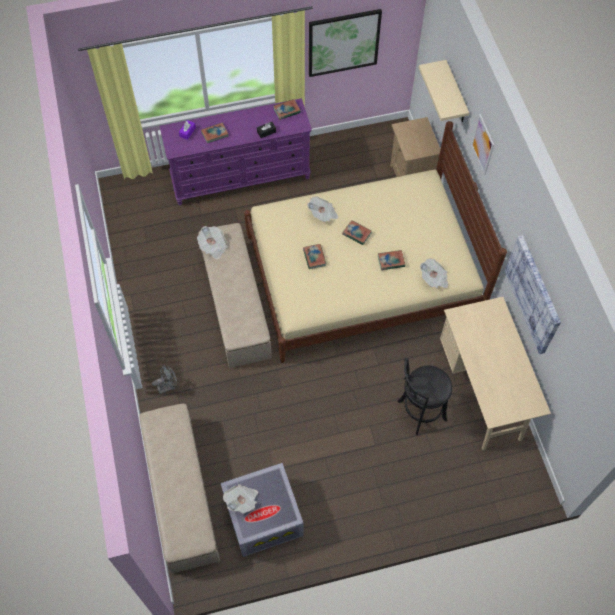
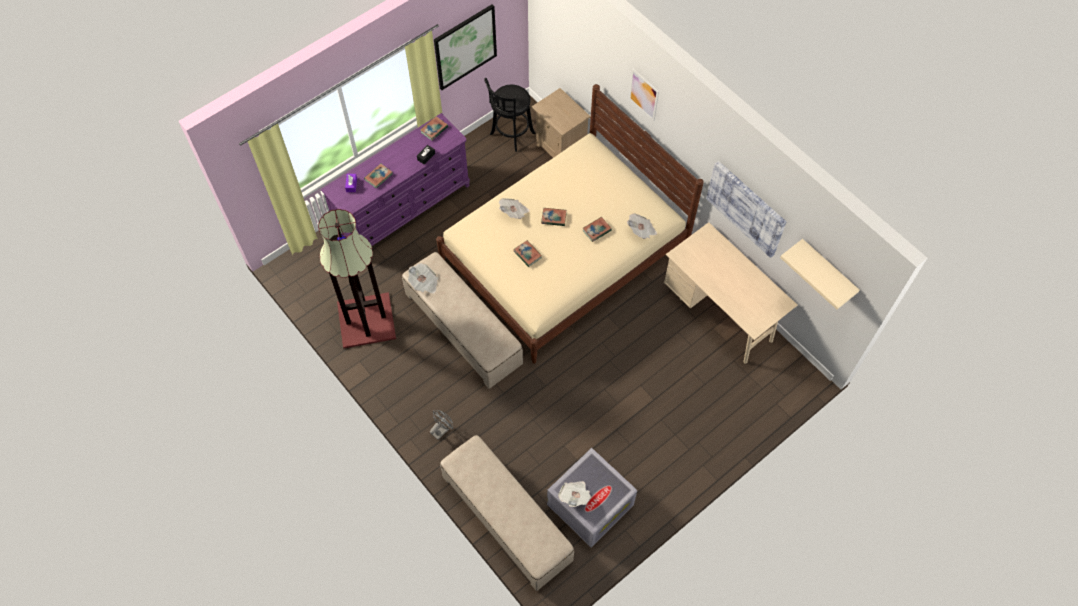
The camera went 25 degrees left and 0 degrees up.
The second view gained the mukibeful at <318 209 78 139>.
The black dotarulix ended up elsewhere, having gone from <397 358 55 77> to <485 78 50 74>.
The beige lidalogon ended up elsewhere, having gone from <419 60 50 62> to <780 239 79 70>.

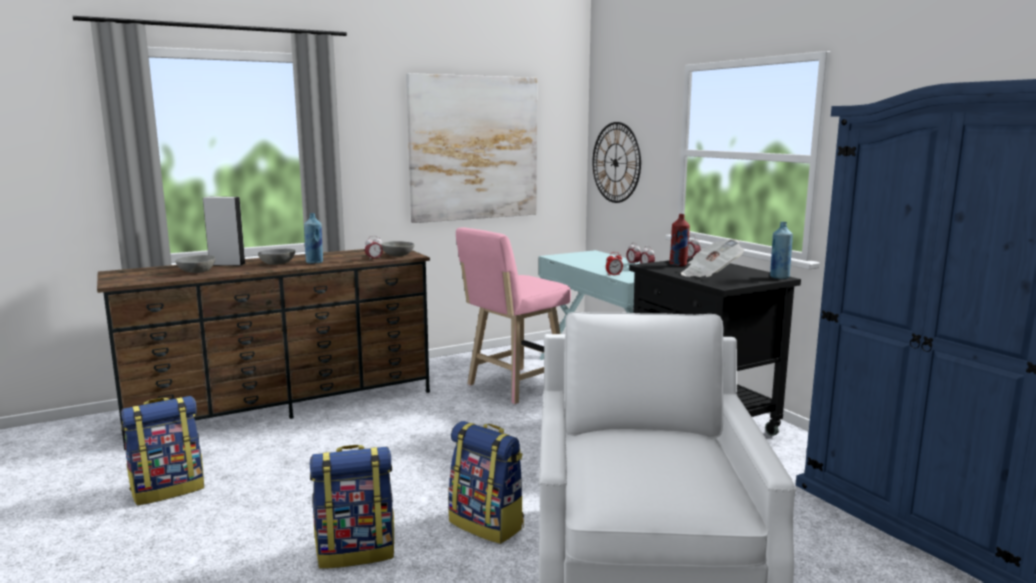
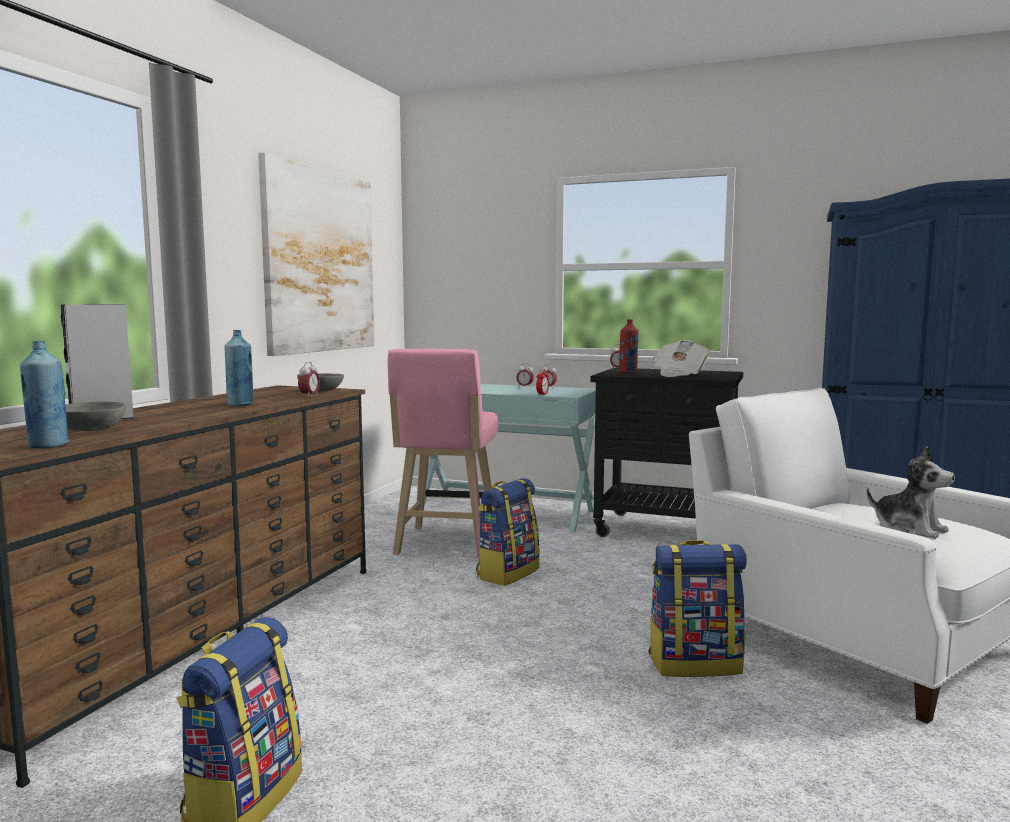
The camera went 40 degrees left and 5 degrees down.
The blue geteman ended up elsewhere, having gone from <770 222 23 57> to <20 341 50 108>.
The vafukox ended up elsewhere, having gone from <310 445 84 124> to <476 478 64 108>.
The second view gained the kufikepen at <867 447 88 92>.
The second view lost the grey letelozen at <258 249 37 16>.
The second view lost the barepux at <593 122 48 81>.

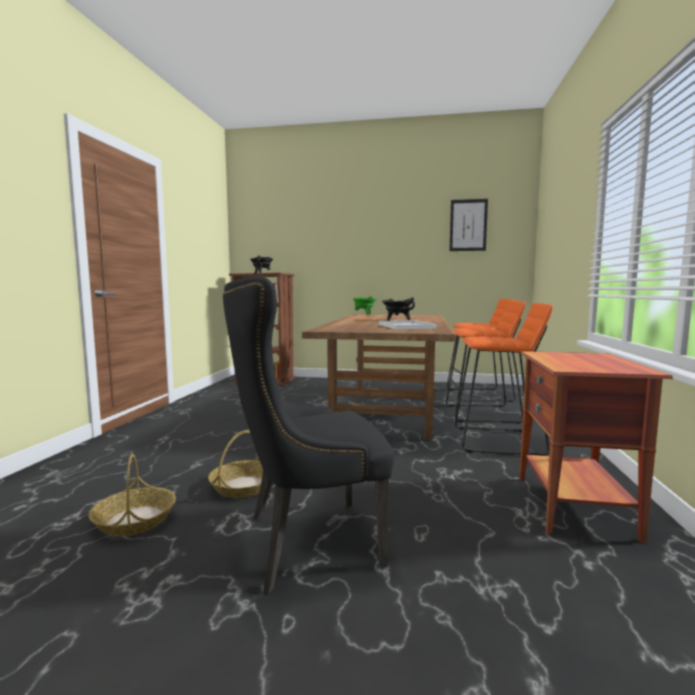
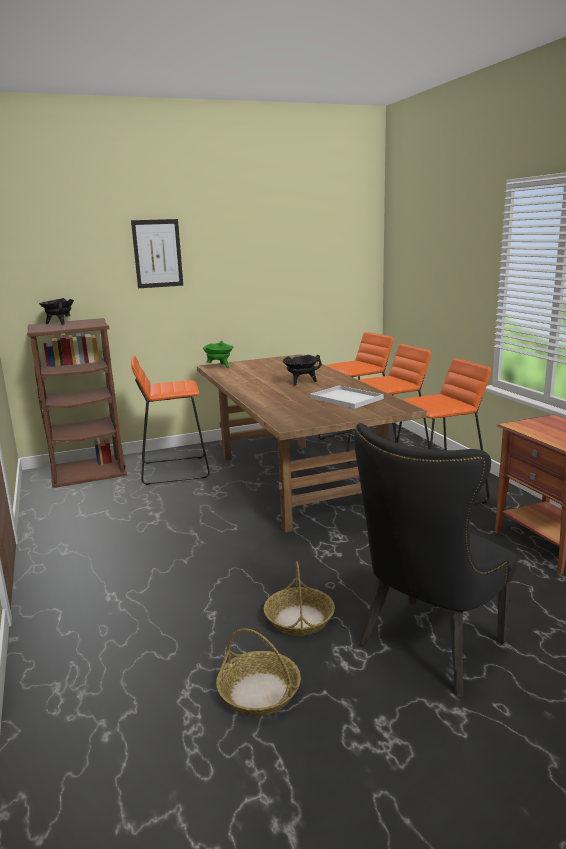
The camera went 30 degrees left and 10 degrees up.
The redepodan ended up elsewhere, having gone from <449 199 39 52> to <131 219 52 69>.
The second view gained the orange dotarulix at <131 355 79 130>.

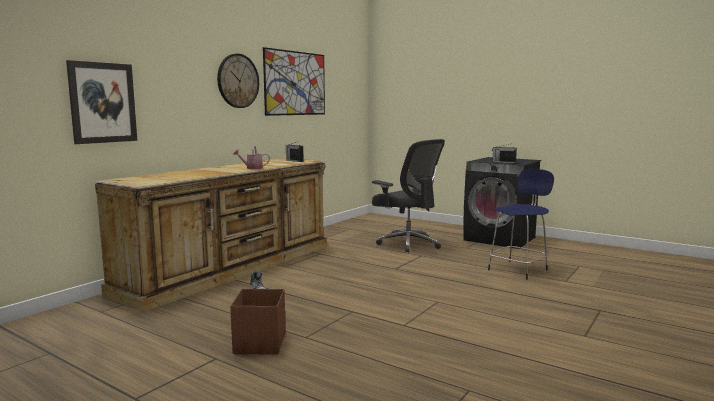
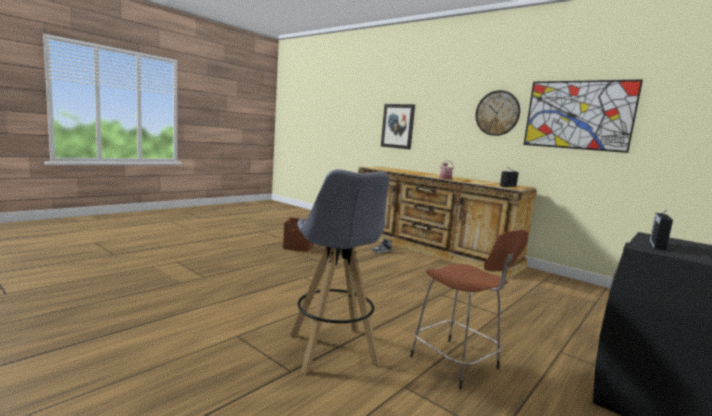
The camera went 95 degrees right and 0 degrees up.
The second view gained the grey dotarulix at <290 169 99 205>.
What was the blue dotarulix at <488 169 66 111> turned into the brown dotarulix at <410 229 118 160>.
The second view lost the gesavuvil at <372 139 73 114>.

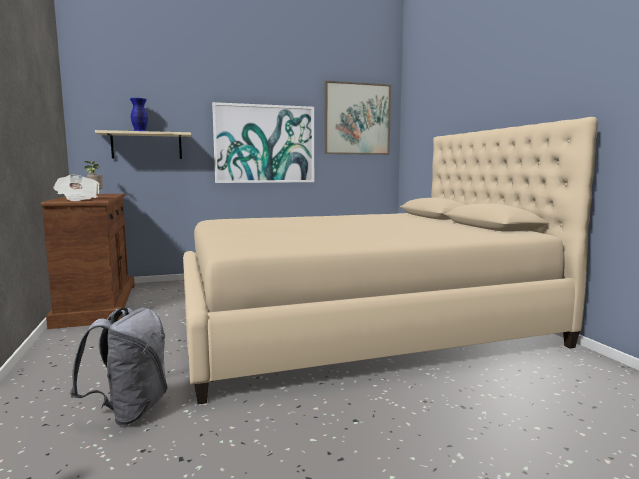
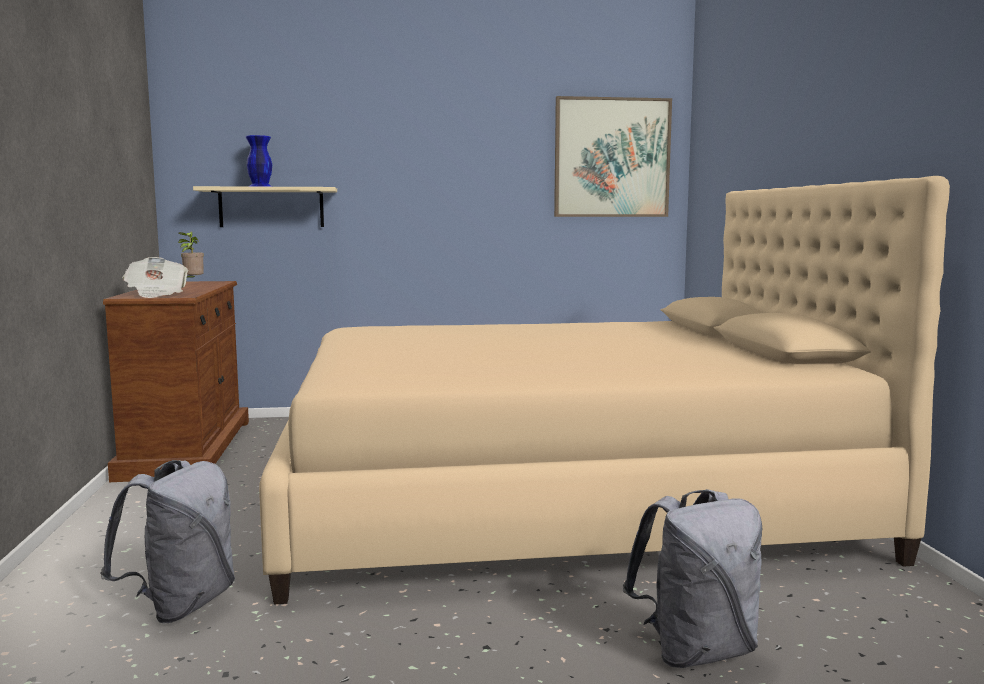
The camera went 10 degrees right and 0 degrees up.
The second view gained the grey vafukox at <623 489 139 179>.
The second view lost the redepodan at <212 102 102 81>.

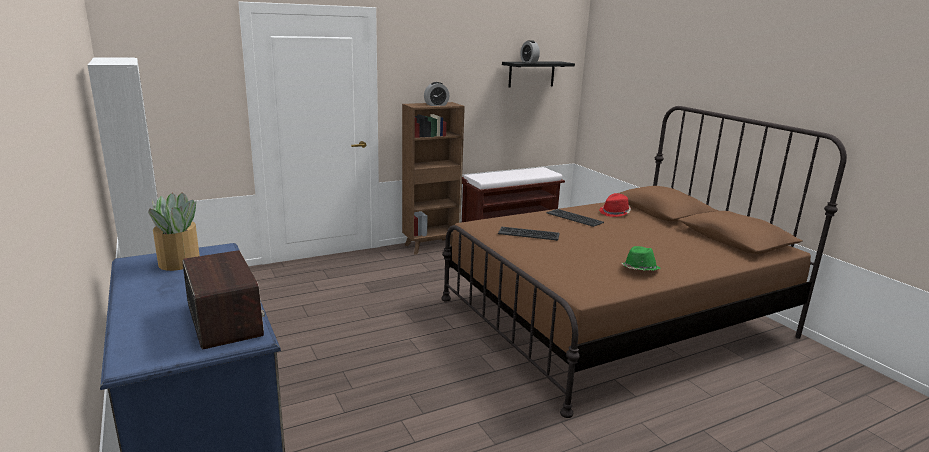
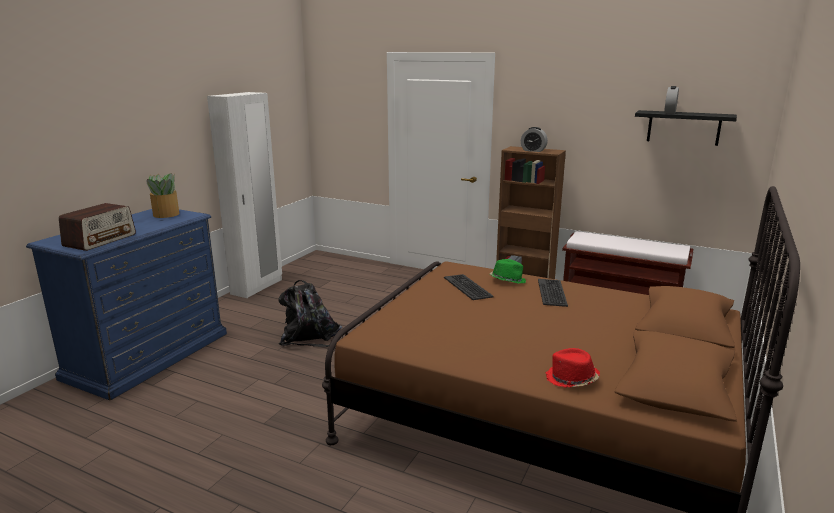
The camera went 55 degrees right and 0 degrees up.
The second view gained the black vafukox at <278 280 65 69>.
The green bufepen ended up elsewhere, having gone from <621 246 40 25> to <489 259 37 25>.
The red bufepen ended up elsewhere, having gone from <599 193 32 24> to <546 348 54 40>.

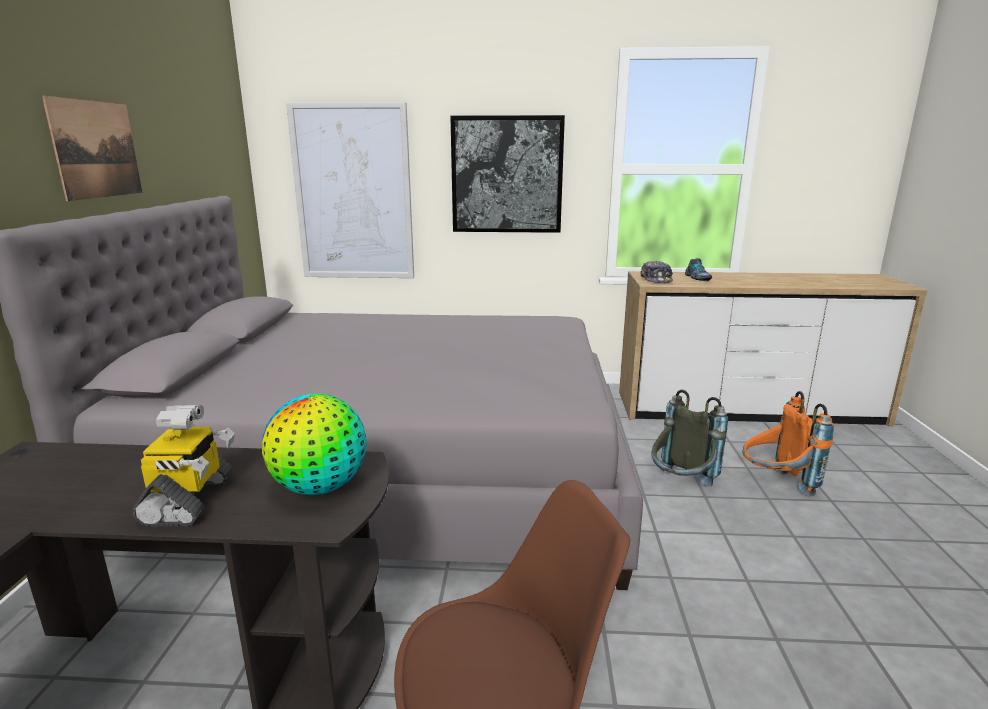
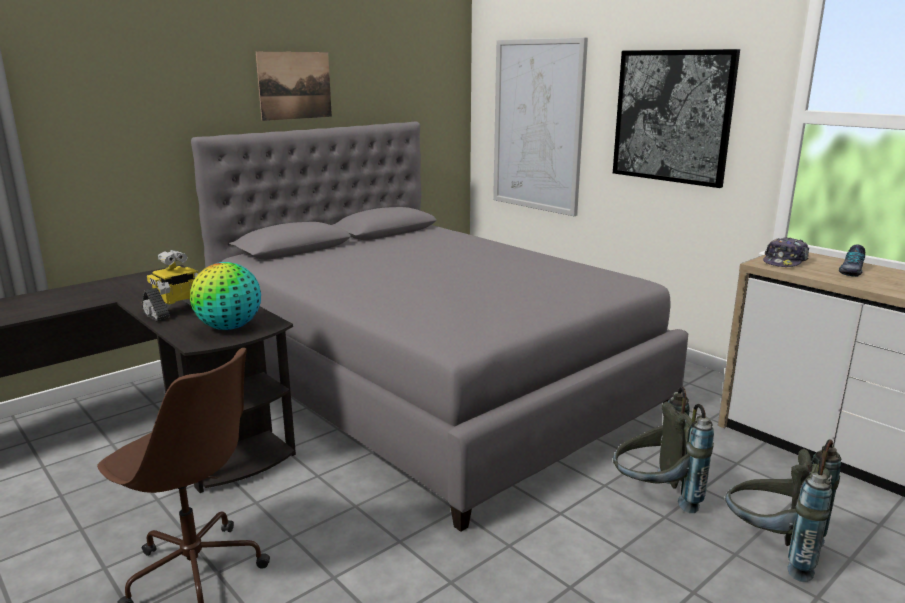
The camera went 45 degrees right and 0 degrees up.
What was the orange vafukox at <743 391 91 105> turned into the grey vafukox at <725 440 116 142>.

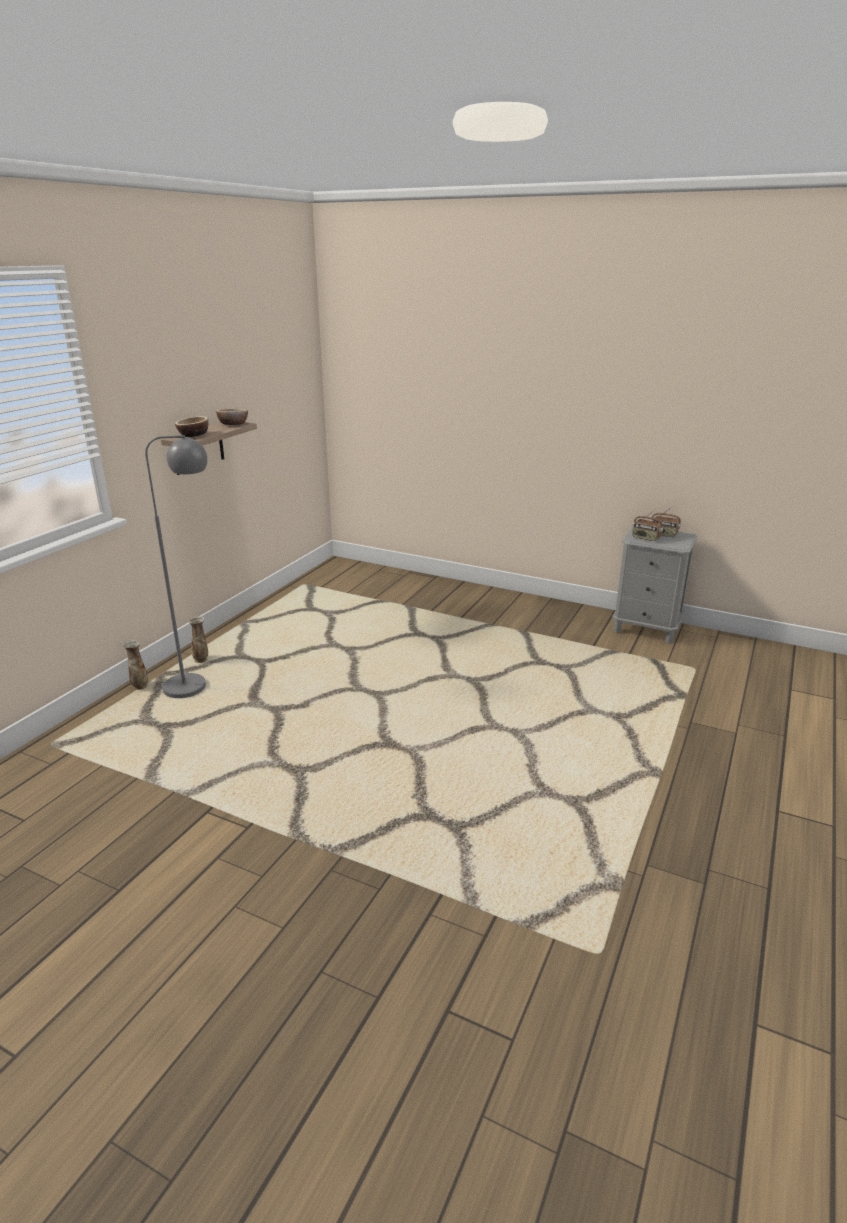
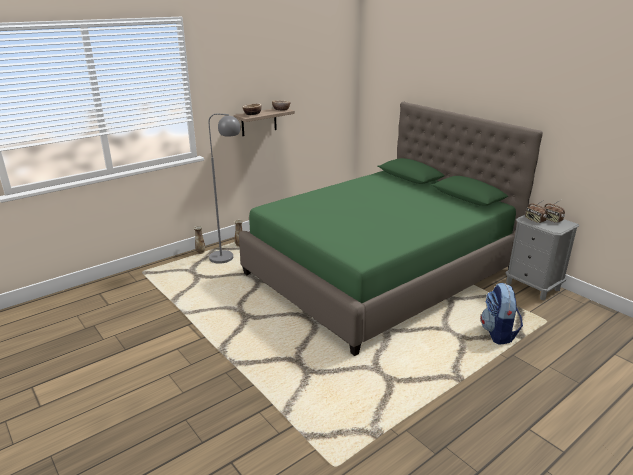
The camera went 25 degrees right and 0 degrees up.
The second view gained the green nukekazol at <239 102 304 254>.
The second view gained the vafukox at <481 283 42 61>.

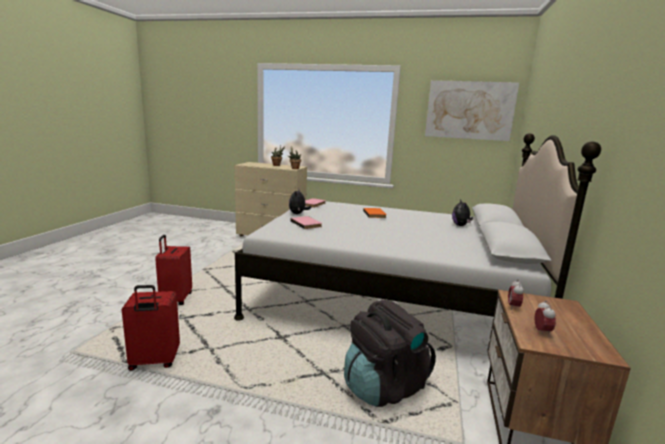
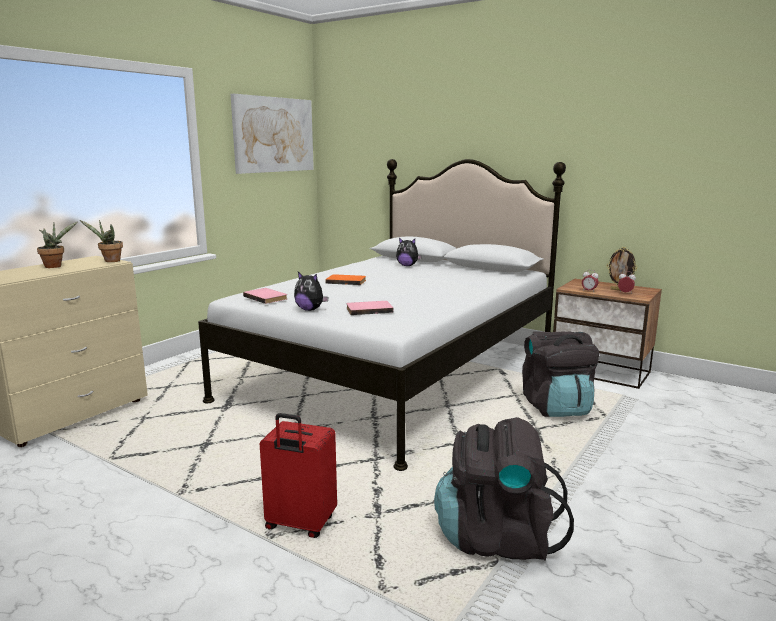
The camera went 70 degrees left and 0 degrees up.
Where the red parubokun stood at <122 285 58 86>, the black vafukox came to stand at <434 417 140 144>.
The second view gained the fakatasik at <607 247 30 44>.

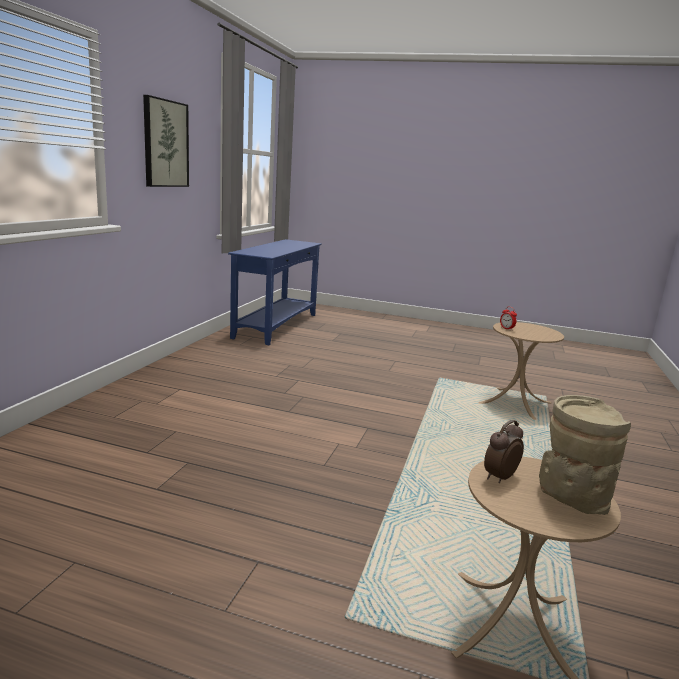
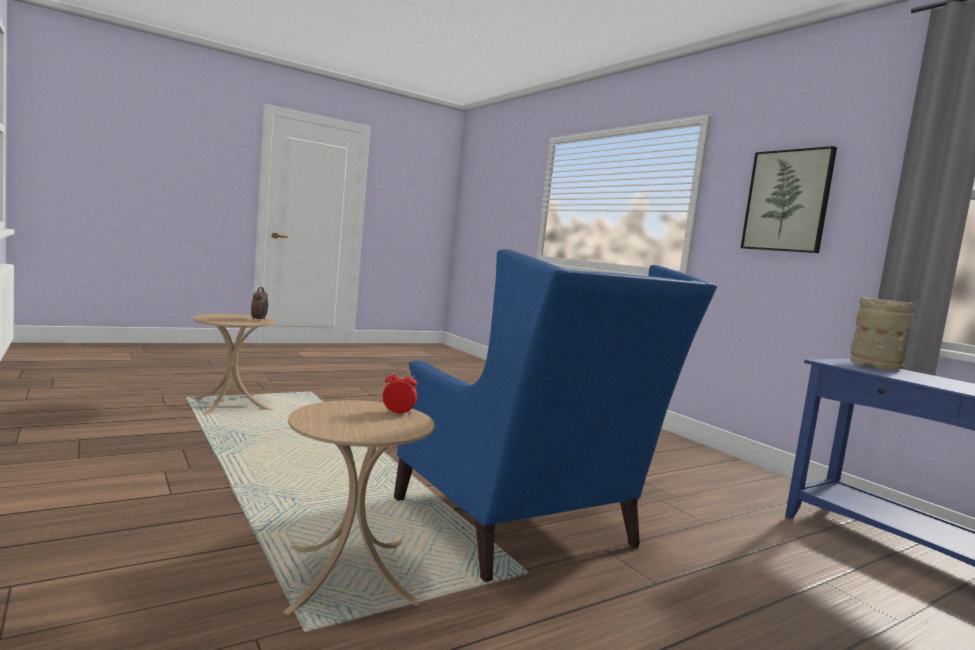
The camera went 130 degrees right and 10 degrees down.
The second view gained the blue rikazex at <394 249 323 333>.
The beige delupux ended up elsewhere, having gone from <539 395 92 120> to <850 297 66 74>.

